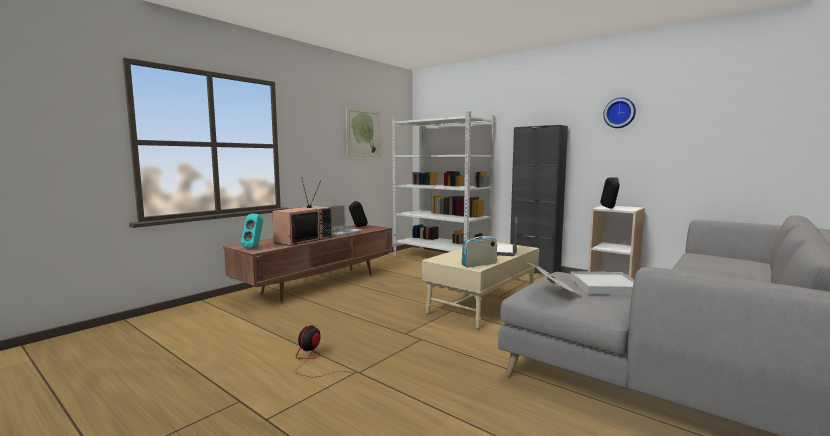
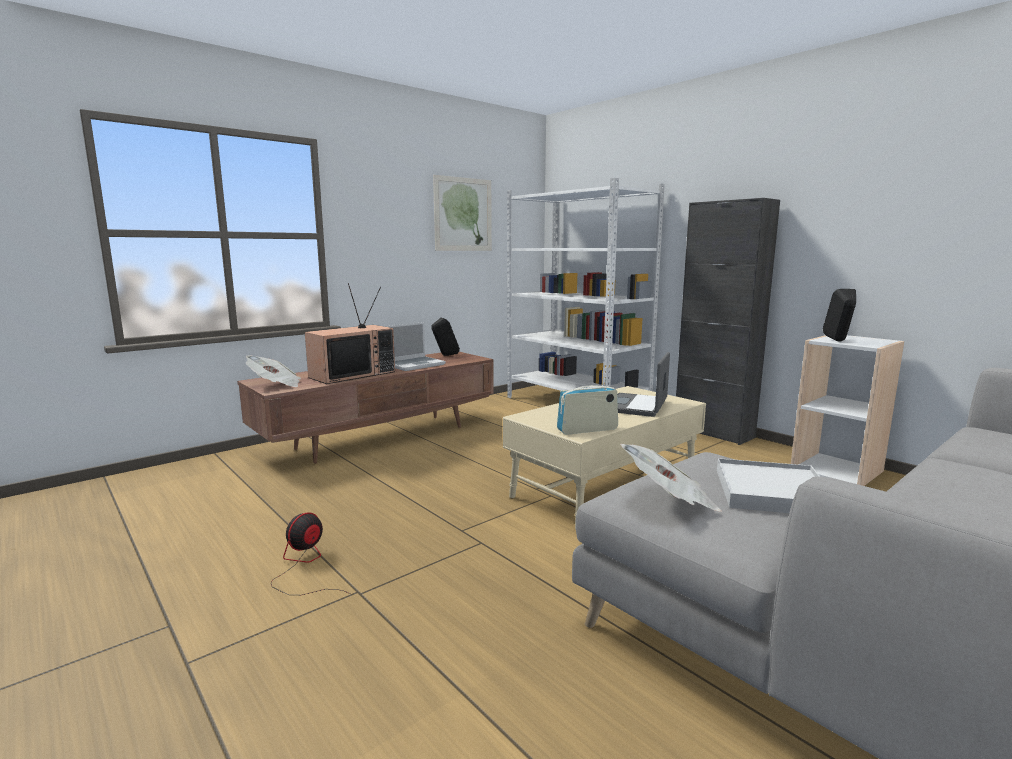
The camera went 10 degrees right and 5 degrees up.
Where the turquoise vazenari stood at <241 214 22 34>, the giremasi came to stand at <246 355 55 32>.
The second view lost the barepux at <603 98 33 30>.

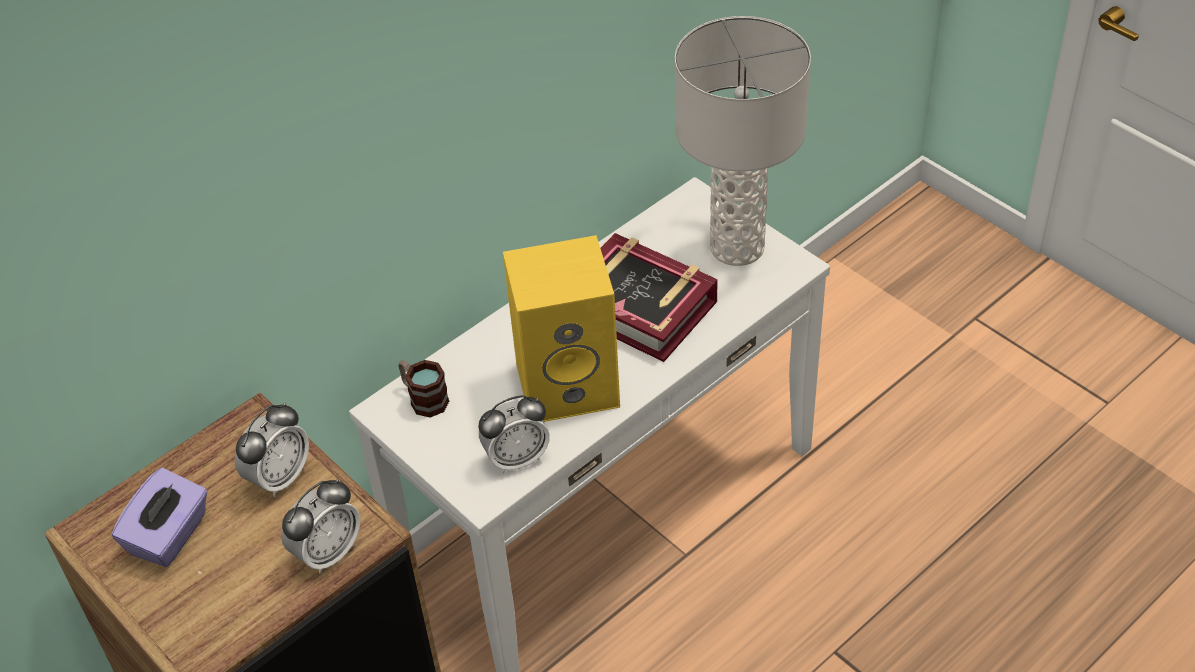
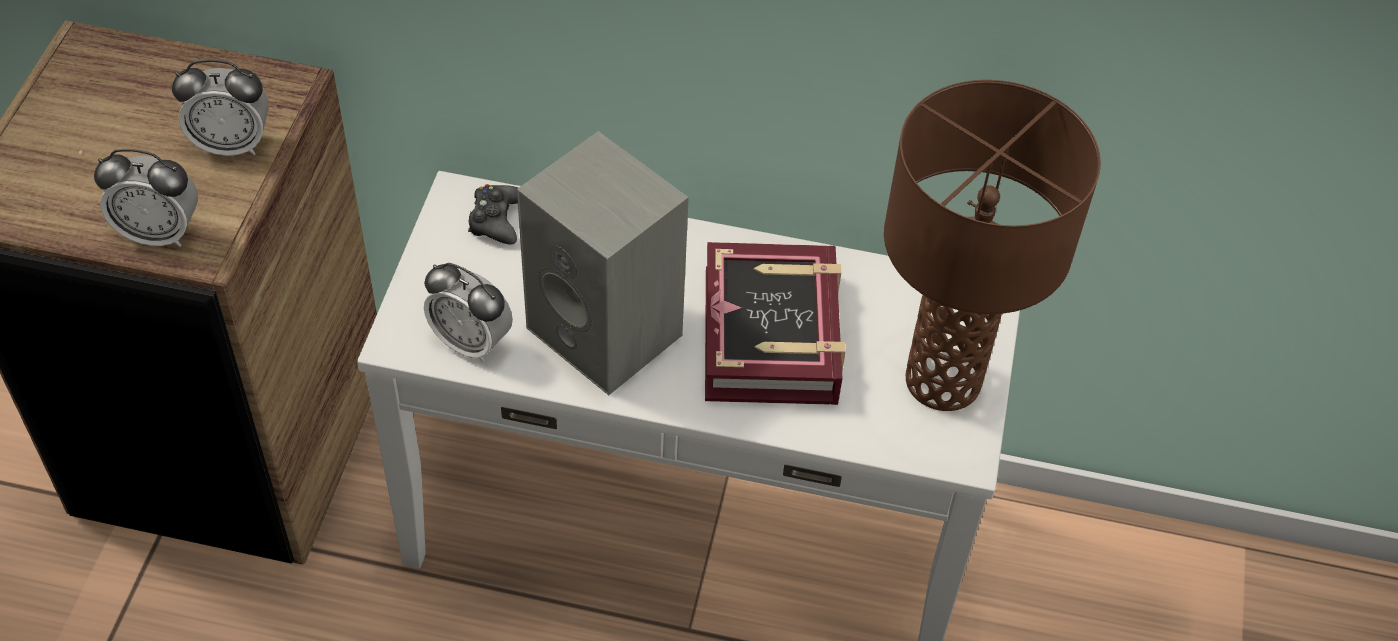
The camera went 50 degrees right and 5 degrees up.
Where the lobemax stood at <399 360 50 58>, the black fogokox came to stand at <468 184 50 61>.
What was the yellow vazenari at <503 235 117 187> turned into the grey vazenari at <517 131 172 264>.
What was the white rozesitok at <675 16 136 250> turned into the brown rozesitok at <884 80 217 331>.
The second view lost the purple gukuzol at <112 468 96 99>.

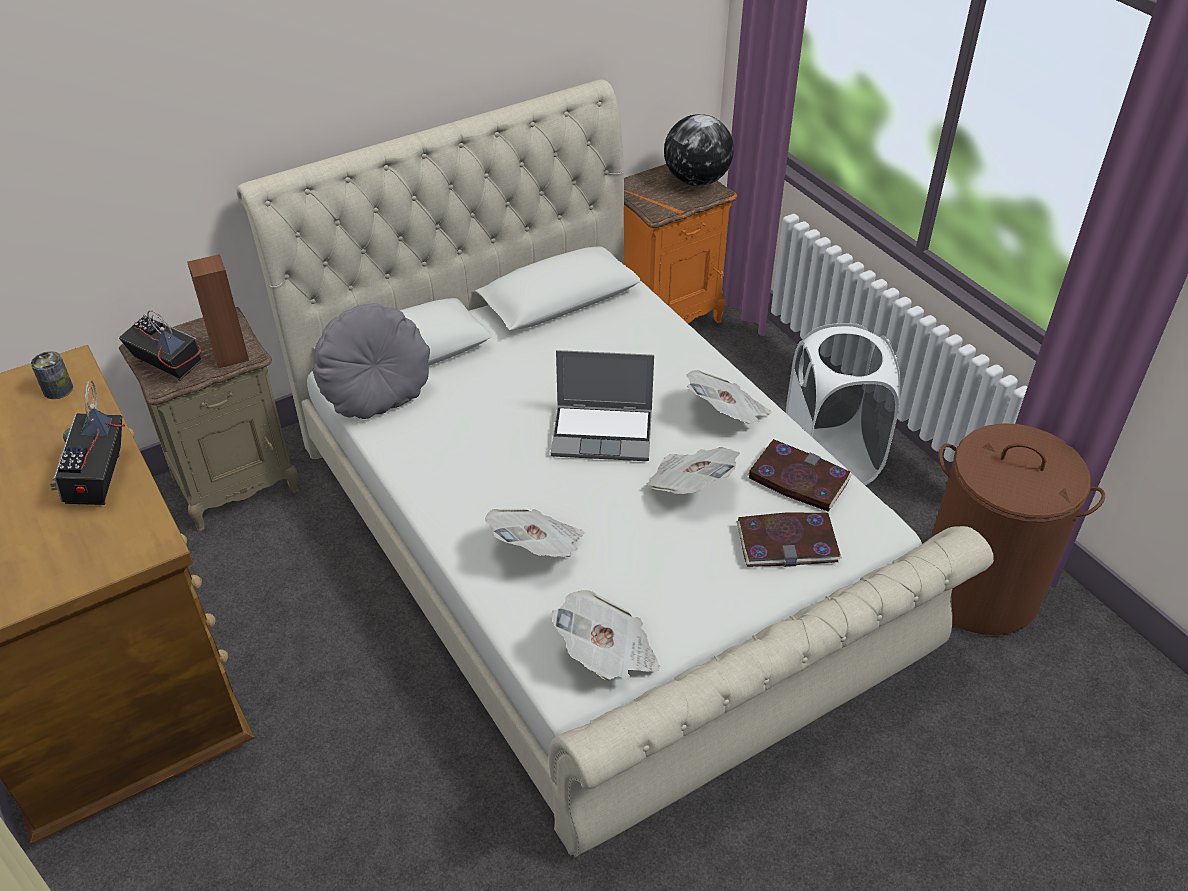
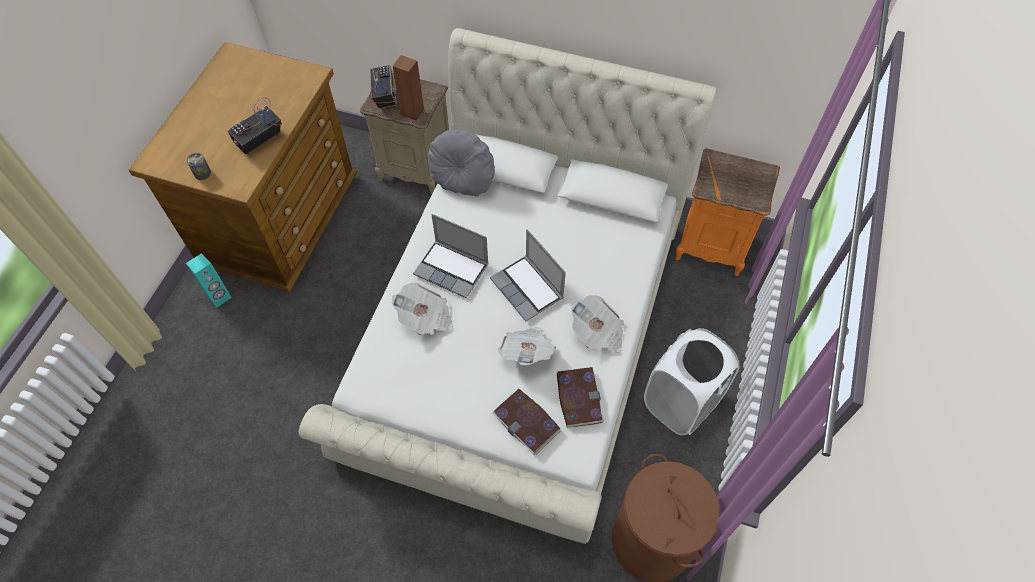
The camera went 50 degrees right and 15 degrees up.
The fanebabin ended up elsewhere, having gone from <31 351 42 48> to <186 153 25 27>.
The second view gained the turquoise vazenari at <186 253 46 55>.
The second view gained the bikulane at <413 214 76 84>.
The second view lost the giremasi at <552 590 108 90>.
The second view lost the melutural at <664 114 70 72>.

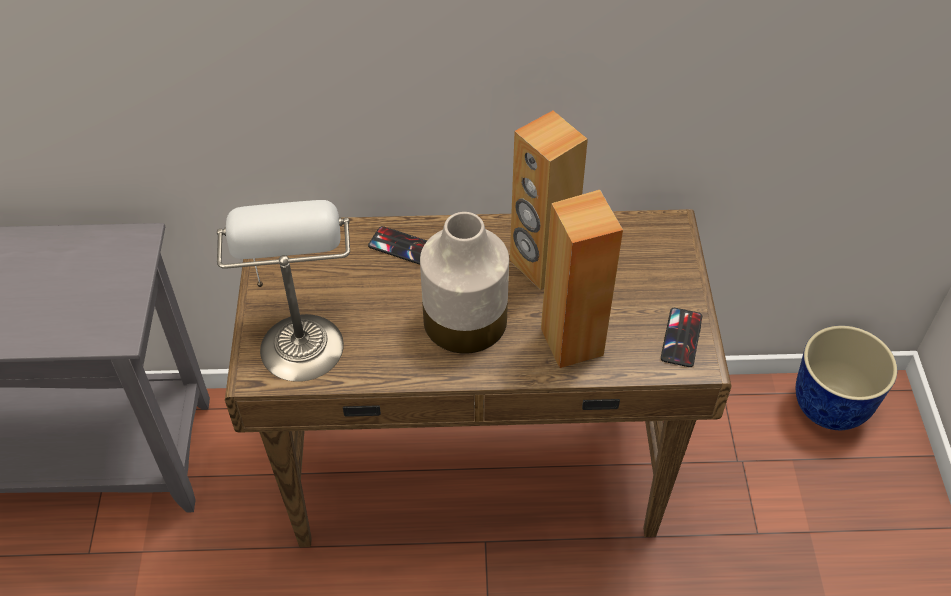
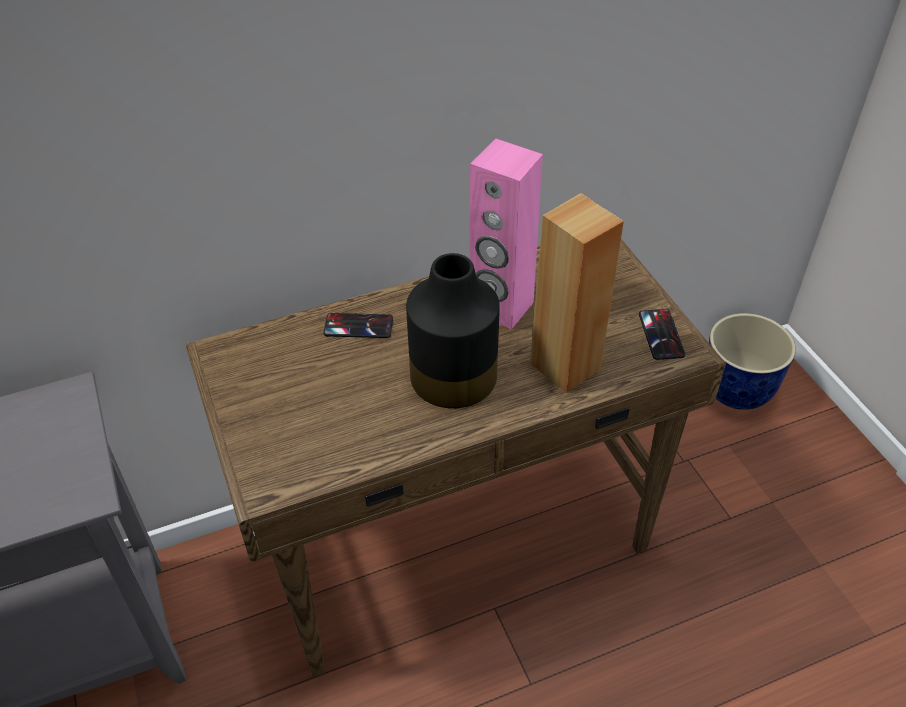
The camera went 20 degrees left and 5 degrees down.
What was the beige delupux at <420 212 89 142> turned into the black delupux at <406 253 94 155>.
What was the brown vazenari at <510 111 78 179> turned into the pink vazenari at <469 139 74 190>.
The second view lost the white rozesitok at <217 200 133 182>.

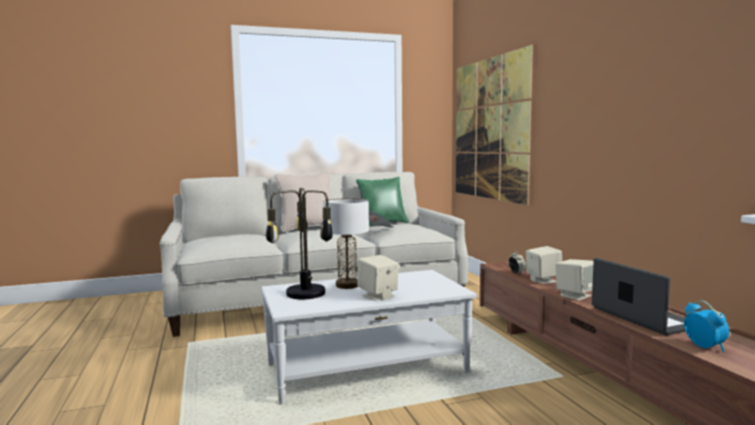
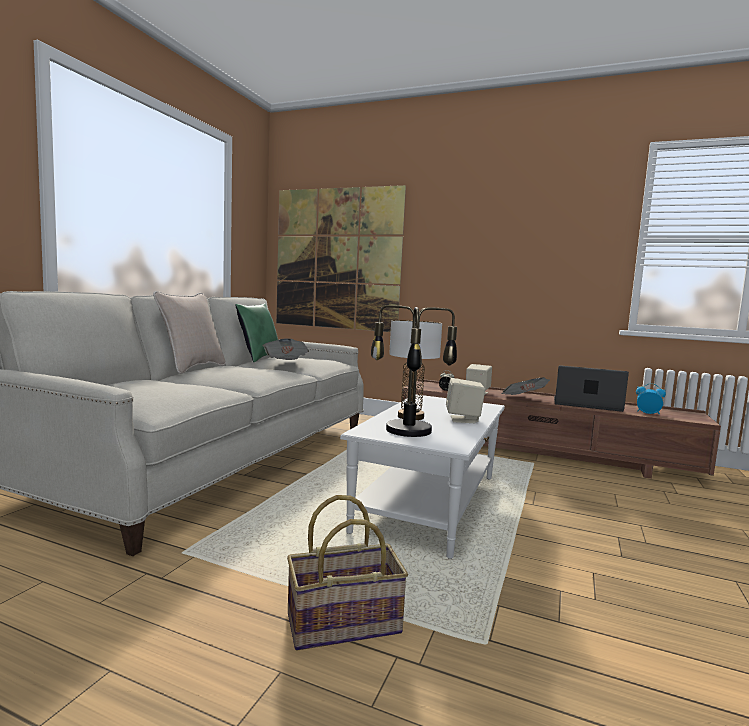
The camera went 50 degrees left and 0 degrees up.
The second view gained the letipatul at <287 495 121 156>.
Where the beige vazenari stood at <556 259 38 42>, the giremasi came to stand at <501 377 49 18>.

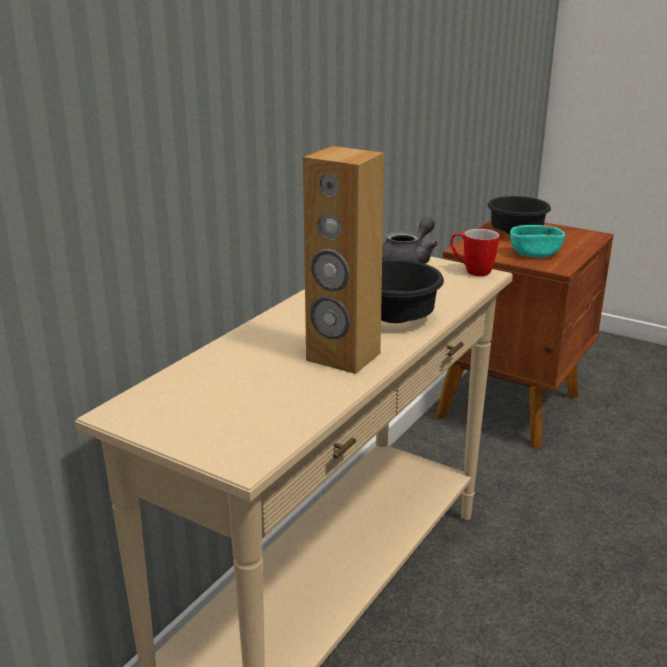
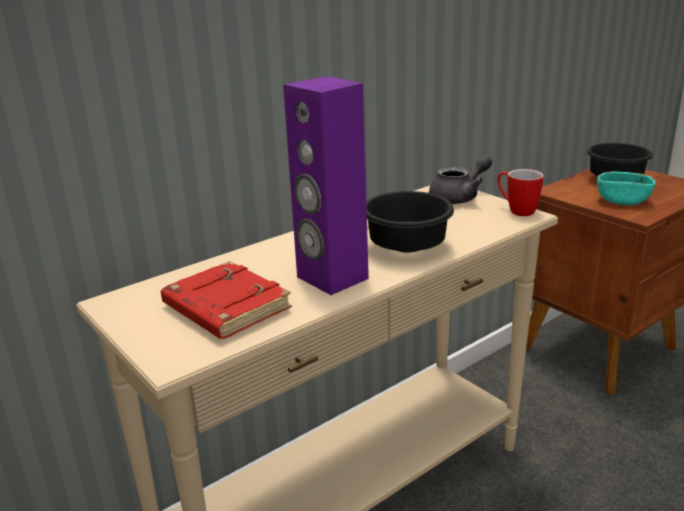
The camera went 20 degrees right and 0 degrees up.
The second view gained the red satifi at <161 261 131 78>.
What was the brown vazenari at <303 146 81 228> turned into the purple vazenari at <283 76 86 219>.

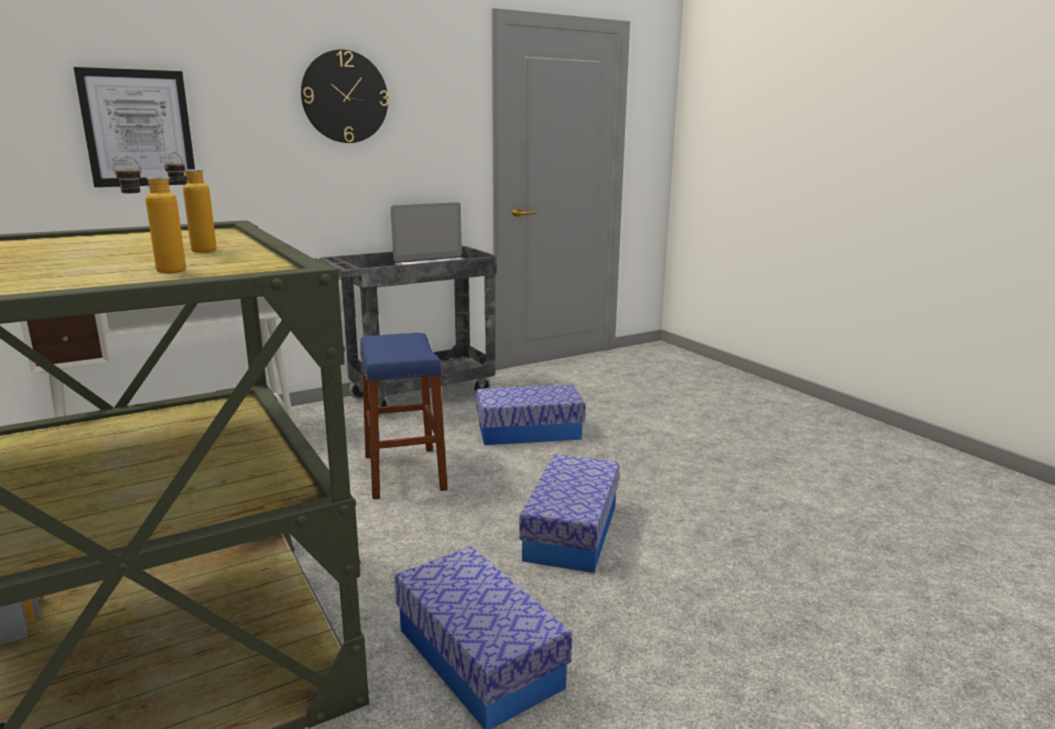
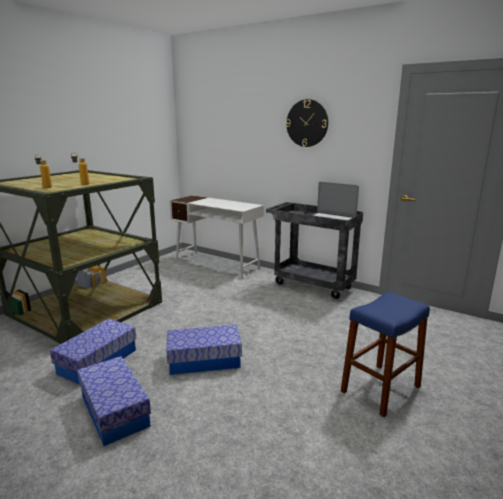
The camera went 65 degrees right and 0 degrees up.
The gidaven ended up elsewhere, having gone from <476 384 110 61> to <77 356 74 90>.
The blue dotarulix ended up elsewhere, having gone from <360 333 88 166> to <341 292 89 125>.
The second view lost the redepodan at <74 67 121 120>.

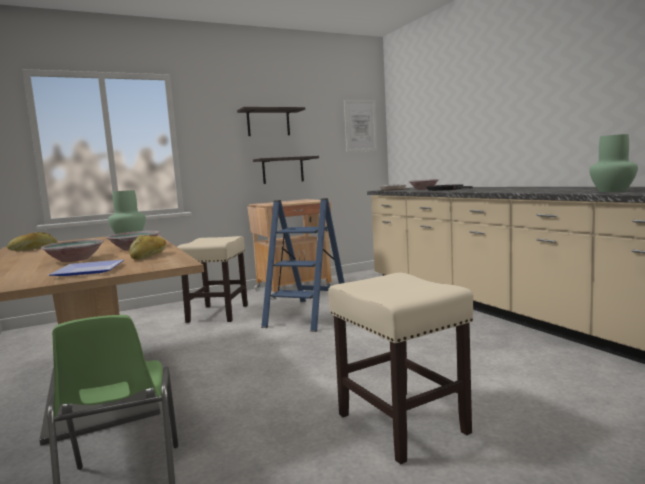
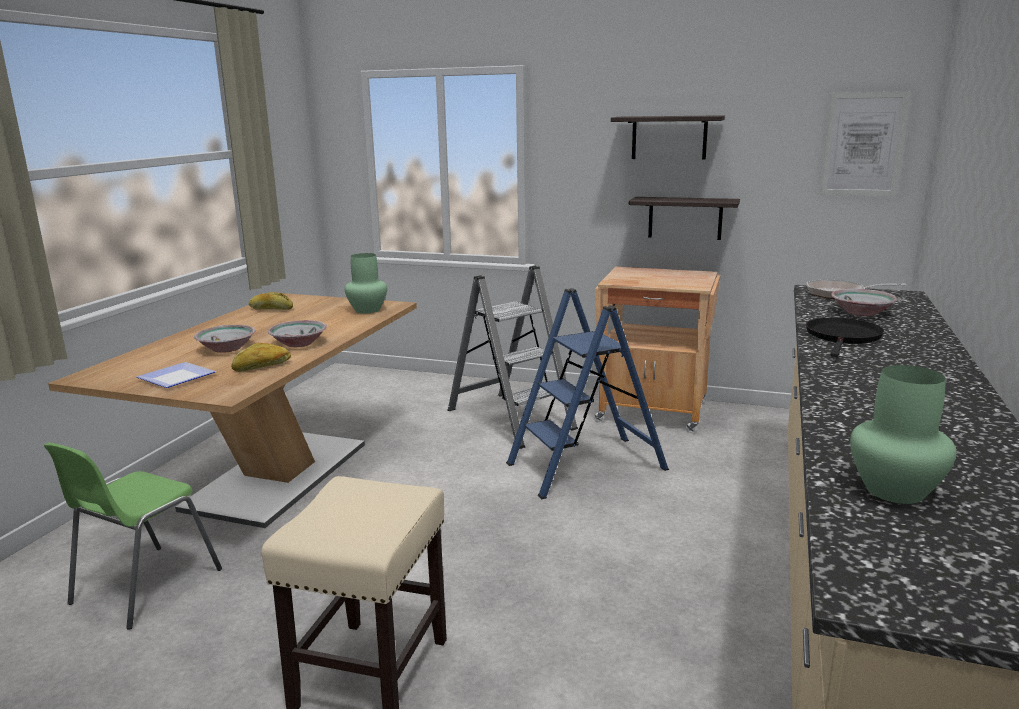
The camera went 45 degrees right and 10 degrees up.
Where the beige dotarulix stood at <177 236 71 87>, the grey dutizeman came to stand at <447 266 131 183>.

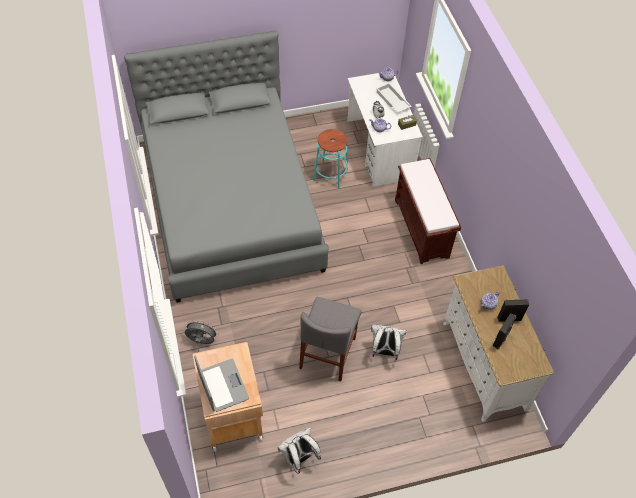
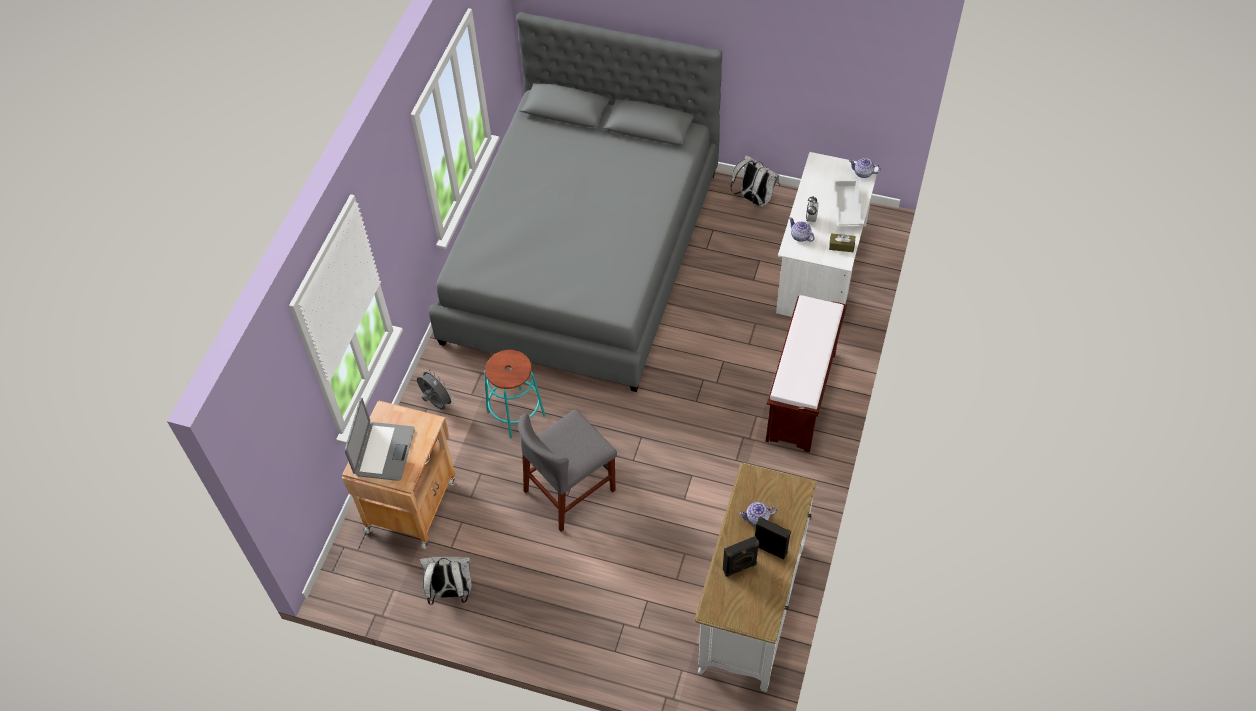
The camera went 35 degrees right and 0 degrees up.
The turquoise dotarulix ended up elsewhere, having gone from <313 129 35 60> to <484 350 62 89>.
The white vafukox ended up elsewhere, having gone from <371 325 36 35> to <730 155 49 52>.

